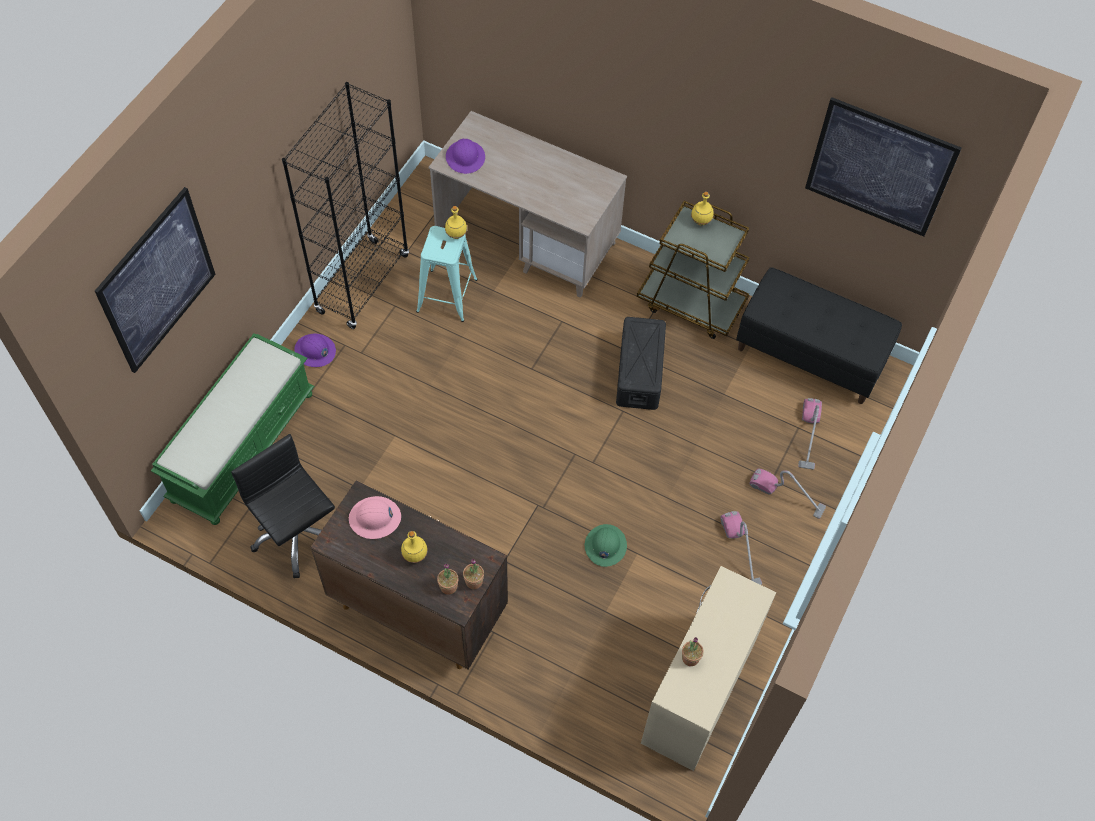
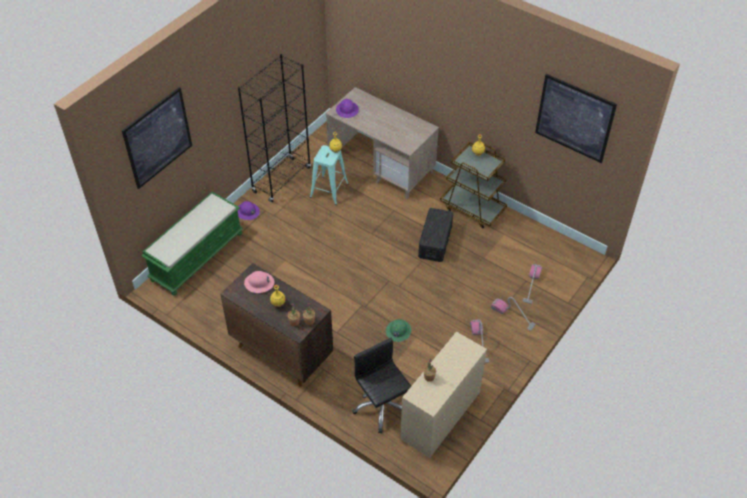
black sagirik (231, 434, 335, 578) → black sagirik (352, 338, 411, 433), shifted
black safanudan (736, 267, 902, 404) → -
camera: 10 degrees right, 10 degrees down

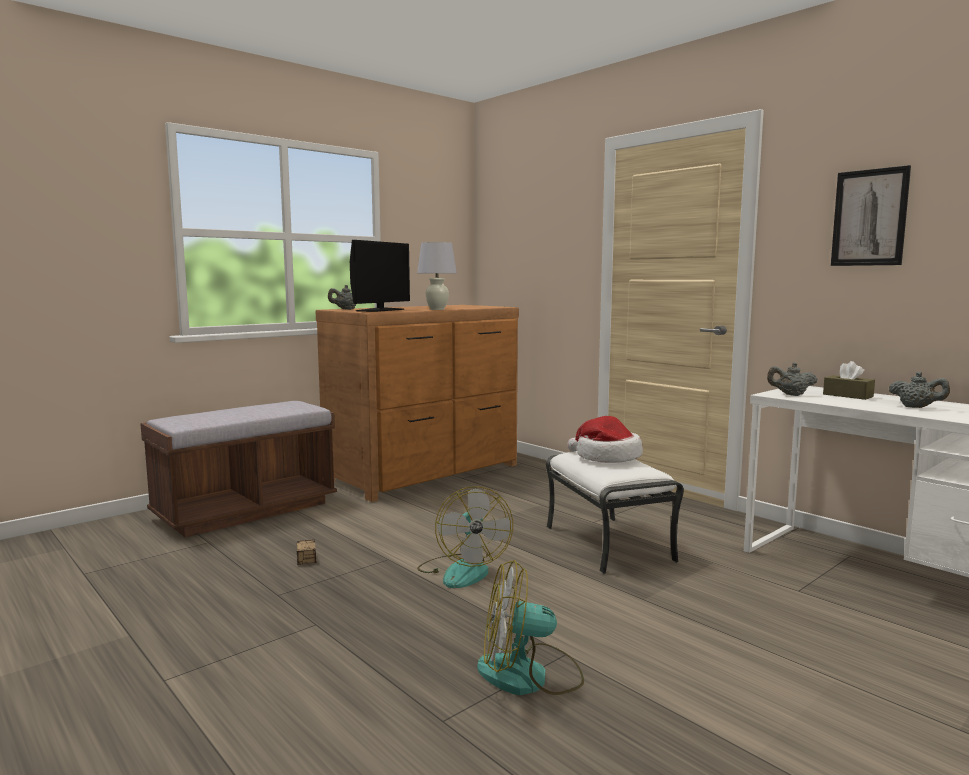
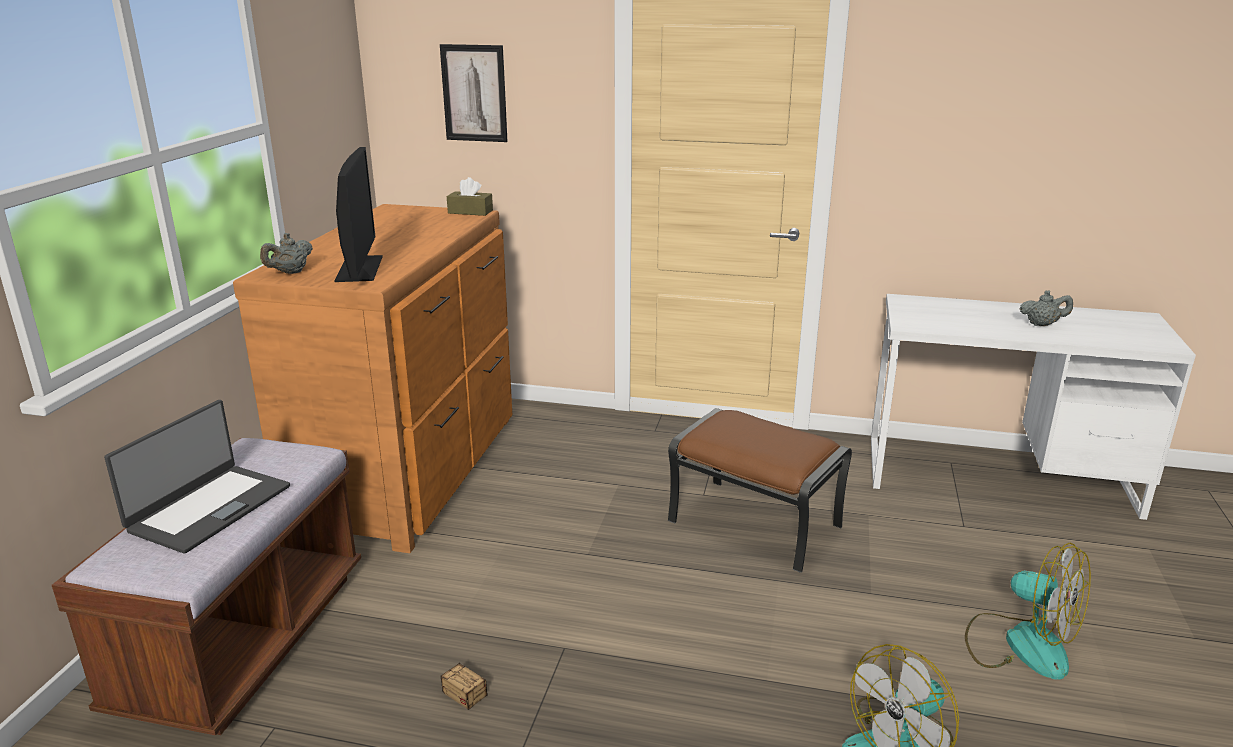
- → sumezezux (104, 400, 290, 554)
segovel (831, 165, 911, 266) → segovel (440, 44, 508, 142), shifted
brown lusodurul (823, 361, 875, 400) → brown lusodurul (447, 177, 493, 216), shifted
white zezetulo (546, 451, 684, 574) → brown zezetulo (668, 408, 852, 573)
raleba (417, 486, 513, 588) → raleba (965, 543, 1091, 680), shifted
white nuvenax (417, 242, 457, 310) → -
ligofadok (568, 416, 643, 463) → -
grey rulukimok (767, 363, 817, 396) → -
camera: 35 degrees left, 15 degrees up

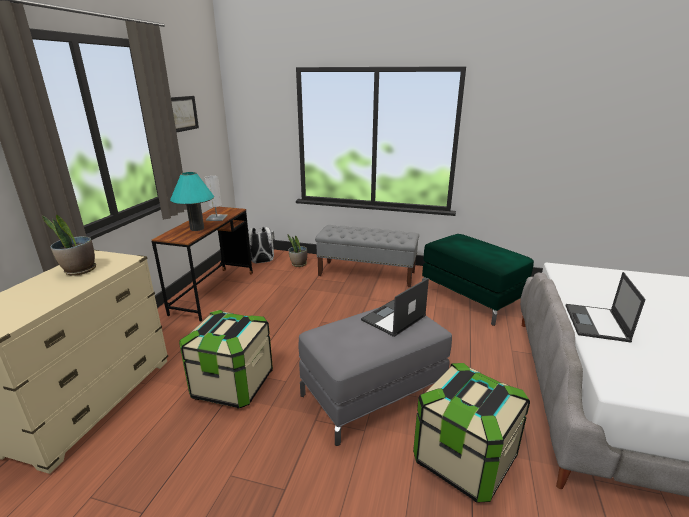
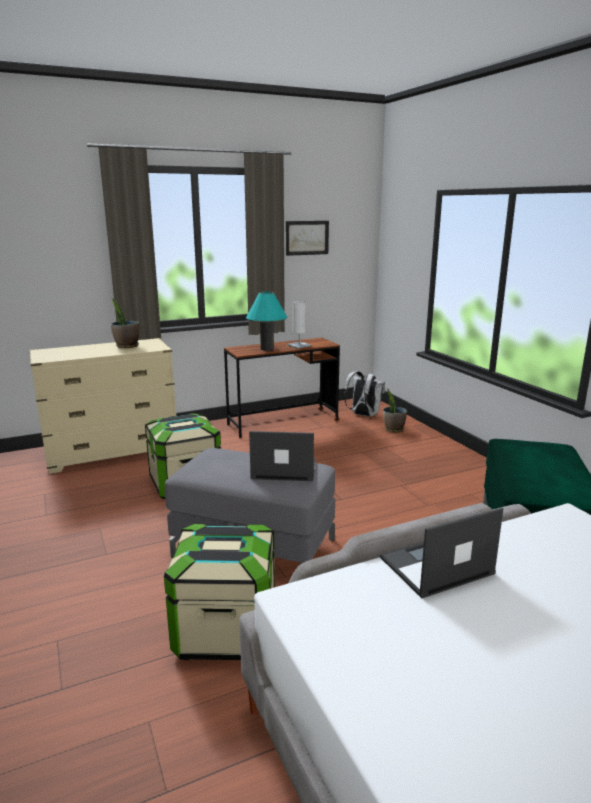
grey safanudan (315, 225, 419, 287) → -
camera: 50 degrees right, 5 degrees down

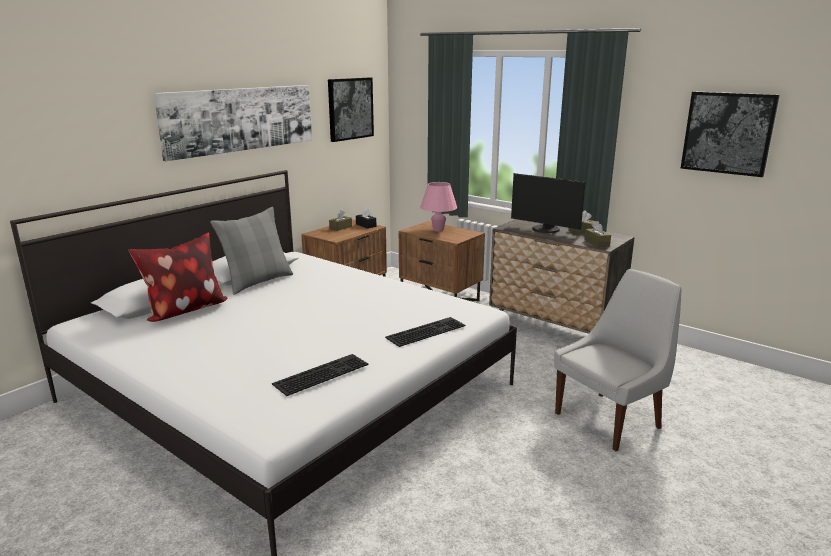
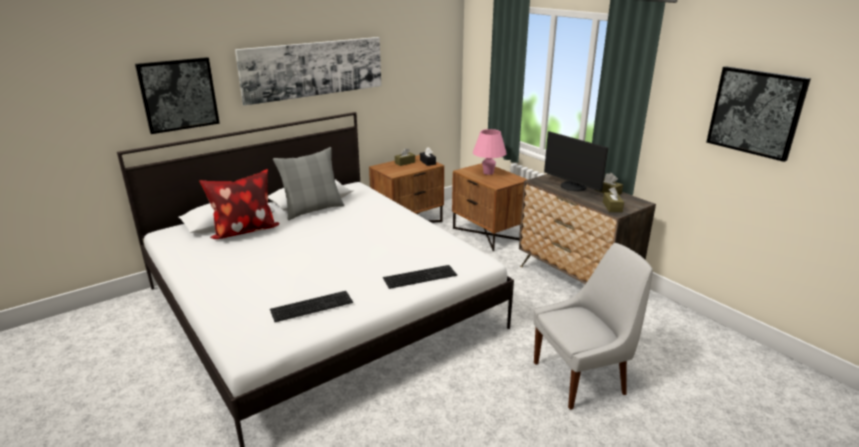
segovel (328, 78, 374, 142) → segovel (135, 57, 220, 134), shifted
camera: 15 degrees right, 5 degrees up

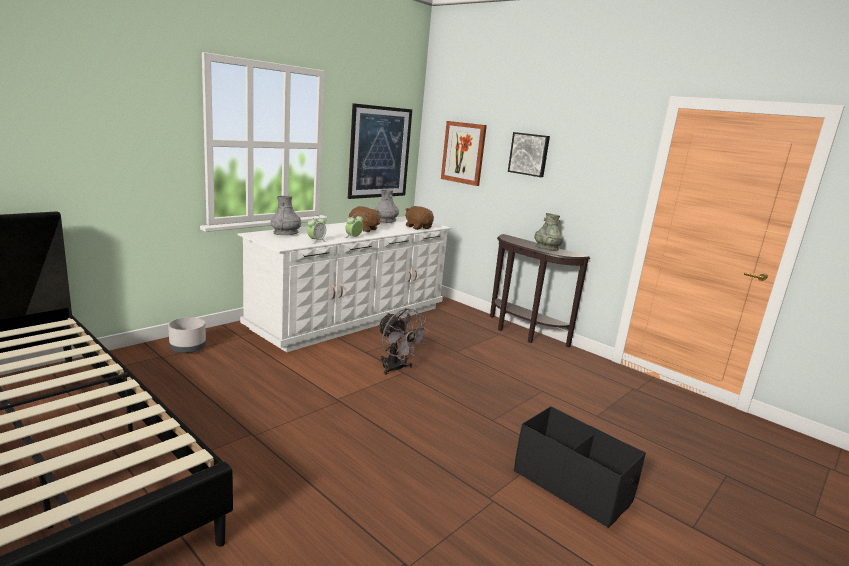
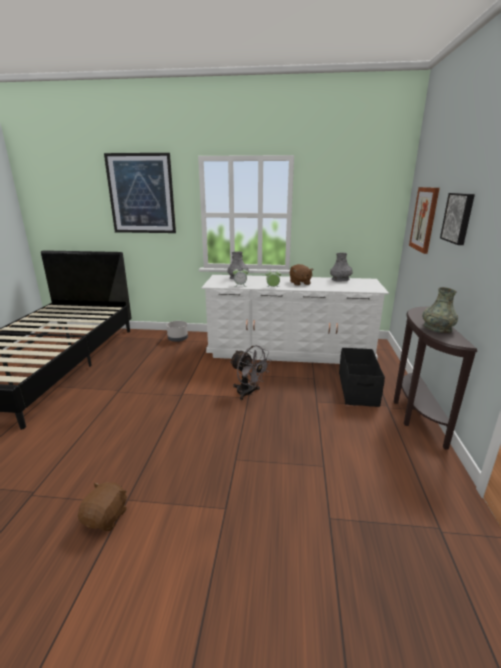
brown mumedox (405, 206, 434, 230) → brown mumedox (78, 482, 127, 531), shifted
segovel (348, 103, 412, 199) → segovel (104, 153, 176, 233), shifted
grey raleba (378, 308, 429, 375) → grey raleba (230, 345, 272, 400), 60 degrees counterclockwise
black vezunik (514, 406, 646, 528) → black vezunik (339, 348, 385, 407), shifted
camera: 55 degrees right, 5 degrees up

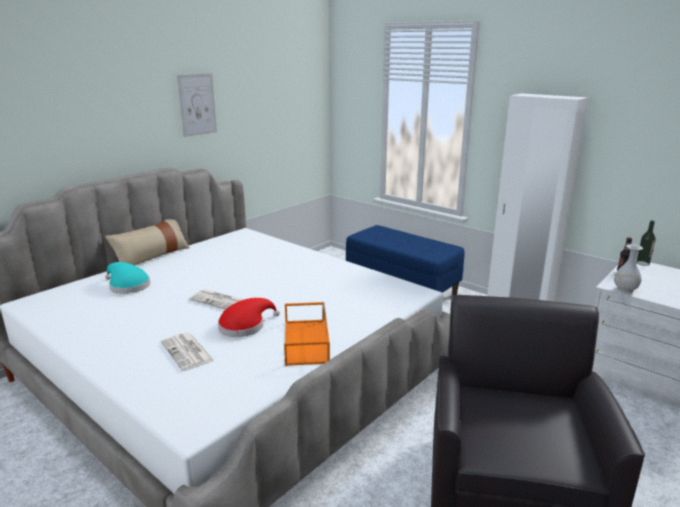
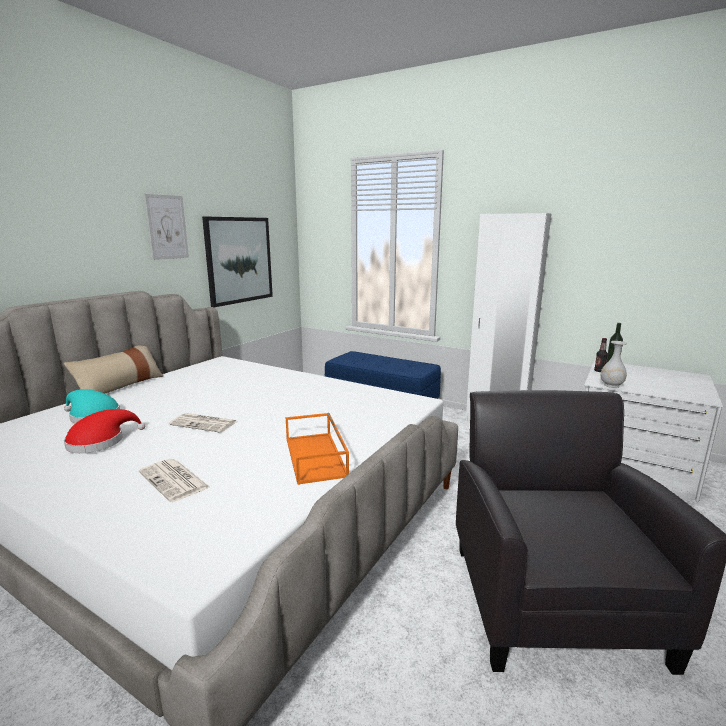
red ligofadok (218, 298, 280, 337) → red ligofadok (64, 409, 145, 453), shifted
- → segovel (202, 216, 273, 307)
camera: 10 degrees left, 5 degrees down

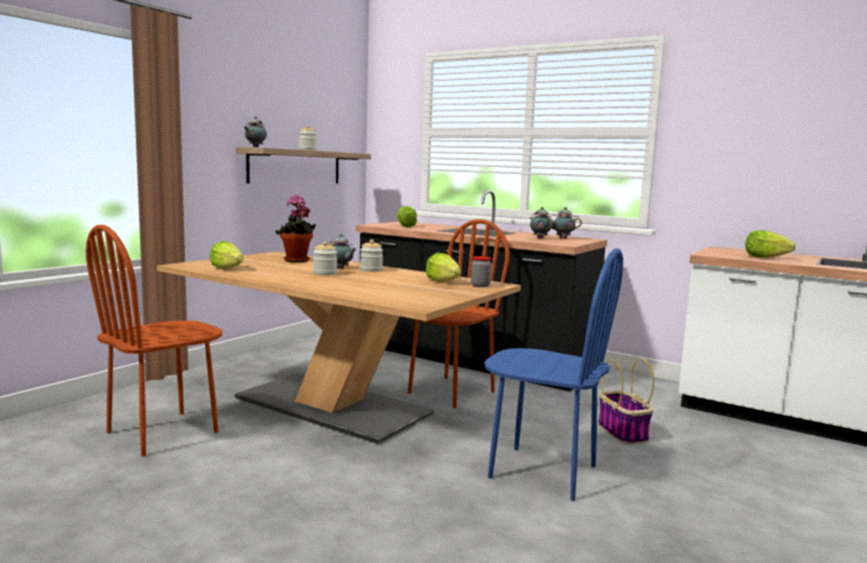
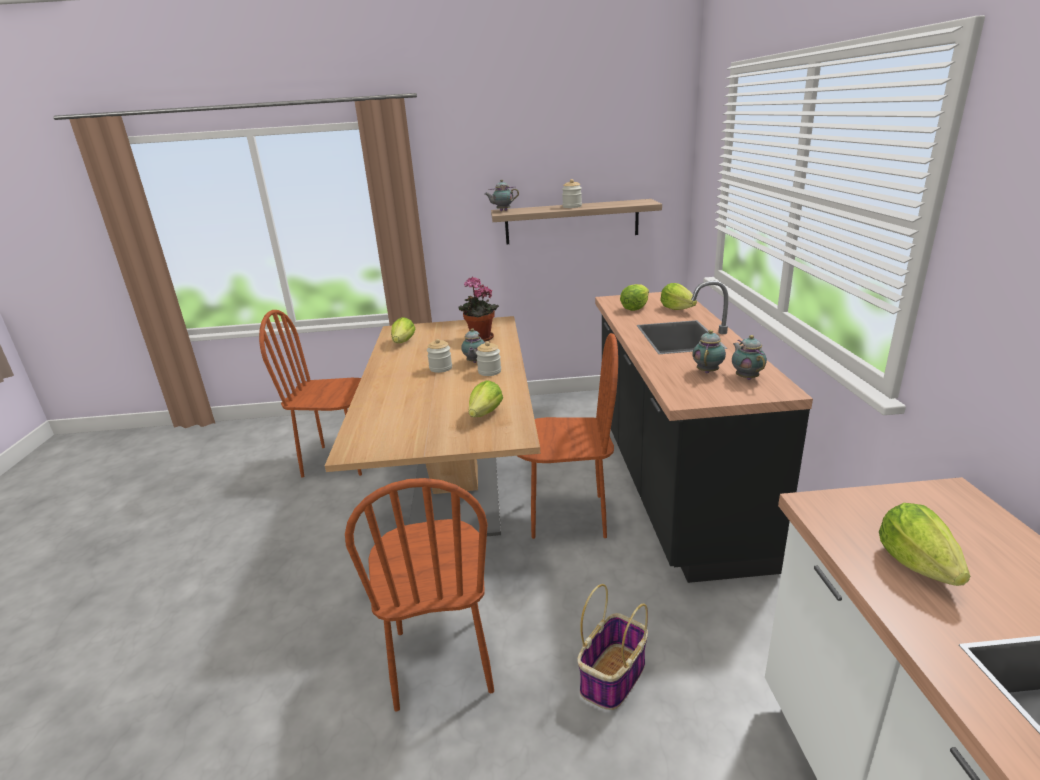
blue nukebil (484, 248, 623, 501) → brown nukebil (345, 478, 494, 711)
- → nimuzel (660, 283, 697, 310)
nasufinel (471, 256, 492, 287) → -
camera: 55 degrees right, 15 degrees up

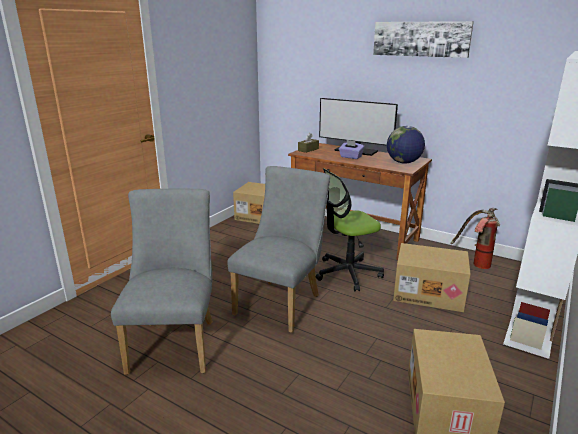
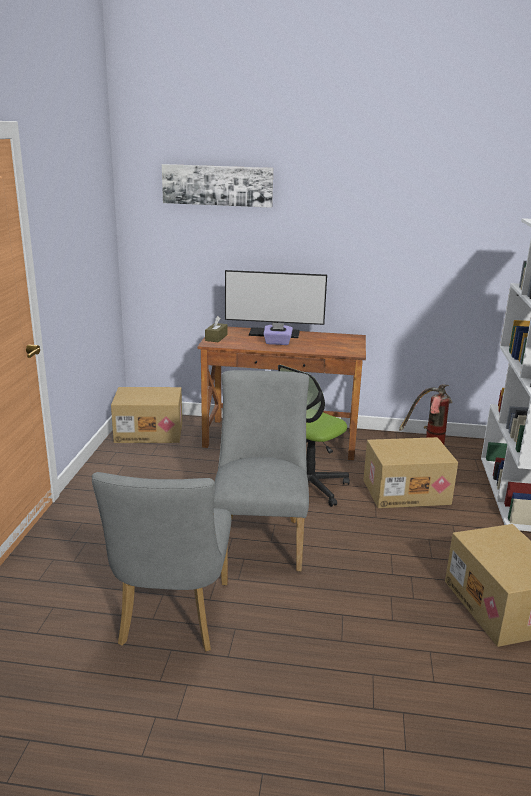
grey nukebil (111, 189, 213, 375) → grey nukebil (92, 472, 231, 651), 150 degrees counterclockwise
segovel (373, 21, 474, 58) → segovel (162, 164, 273, 208), shifted
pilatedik (387, 126, 425, 164) → -
camera: 25 degrees left, 0 degrees up

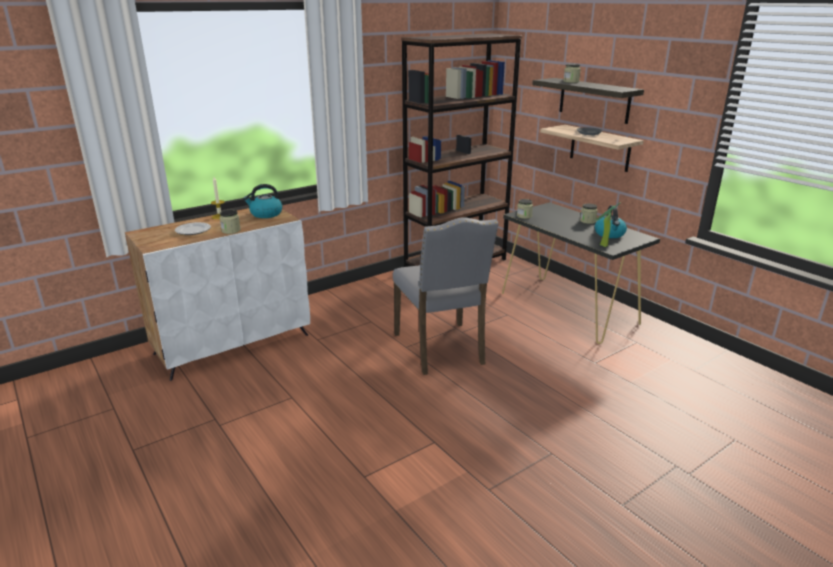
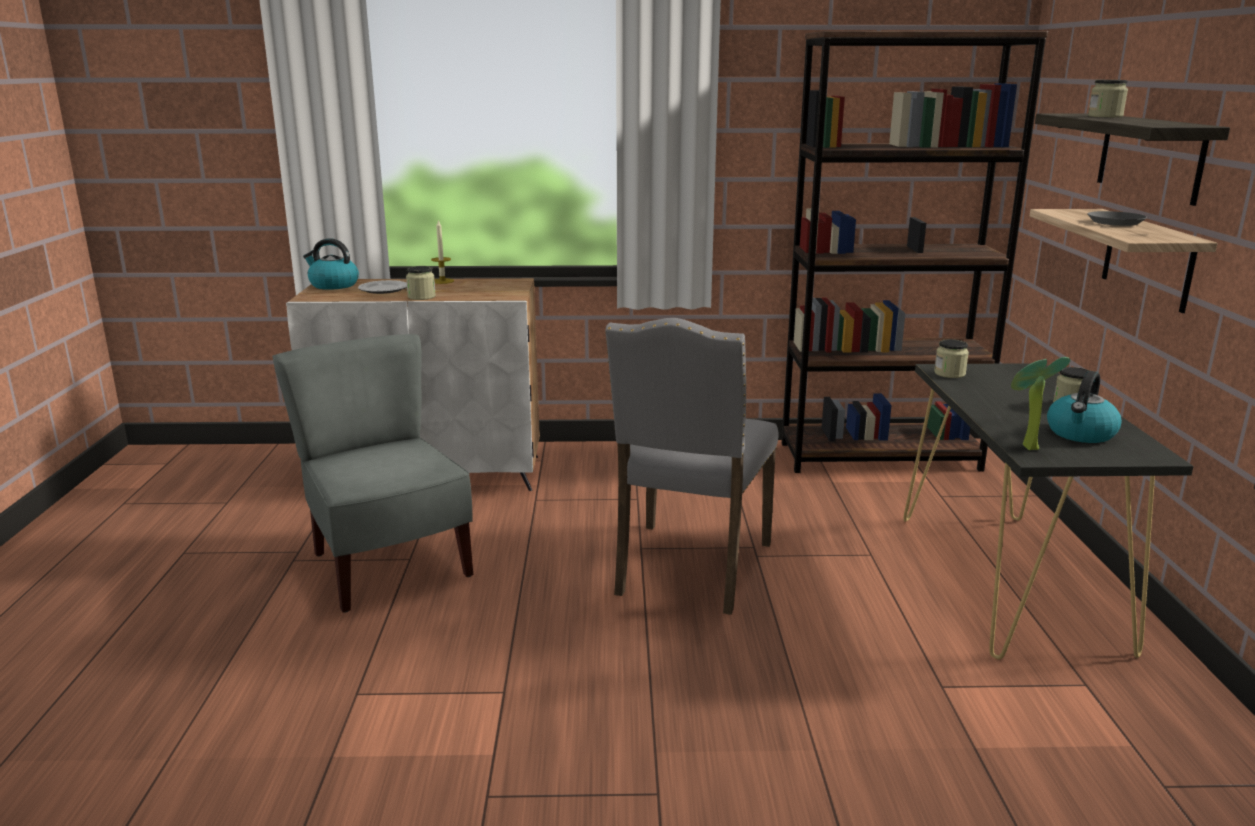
- → grey nukebil (272, 334, 473, 613)
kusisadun (243, 184, 282, 218) → kusisadun (303, 238, 359, 290), shifted
camera: 35 degrees right, 5 degrees down

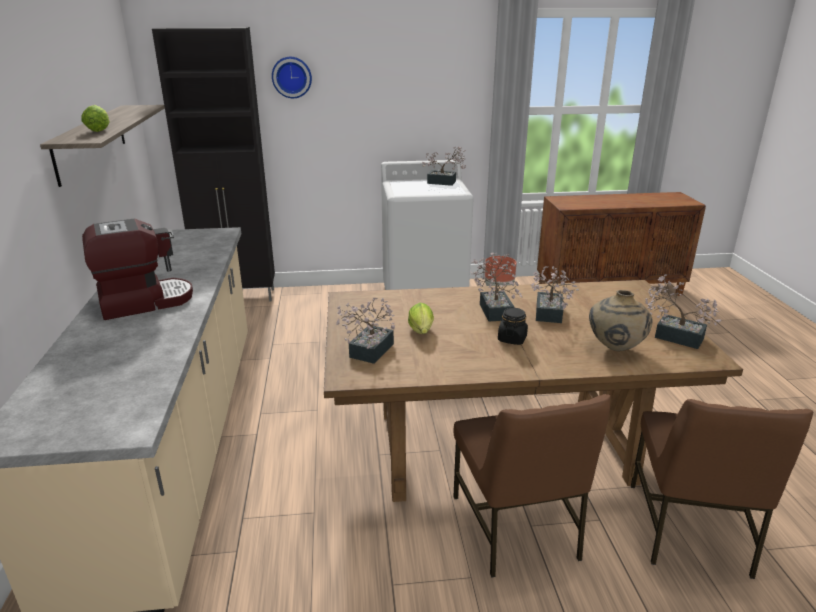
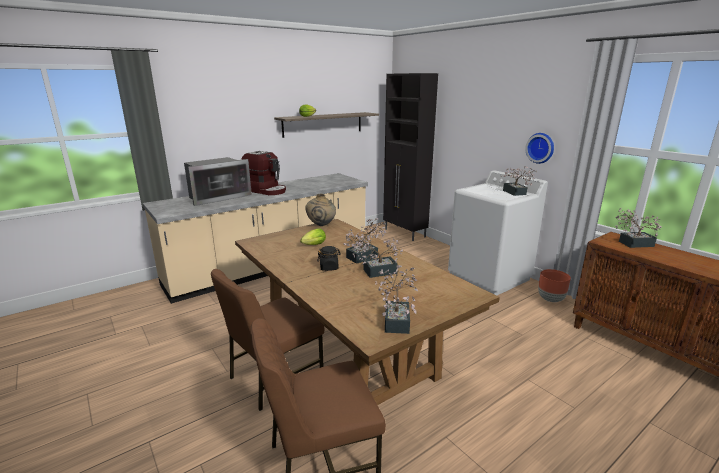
- → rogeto (184, 157, 252, 206)
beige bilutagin (589, 290, 652, 351) → beige bilutagin (305, 194, 336, 226), shifted
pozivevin (272, 57, 312, 98) → pozivevin (525, 133, 554, 164), shifted
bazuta (336, 298, 395, 364) → bazuta (615, 208, 662, 248), shifted
camera: 60 degrees right, 5 degrees down

